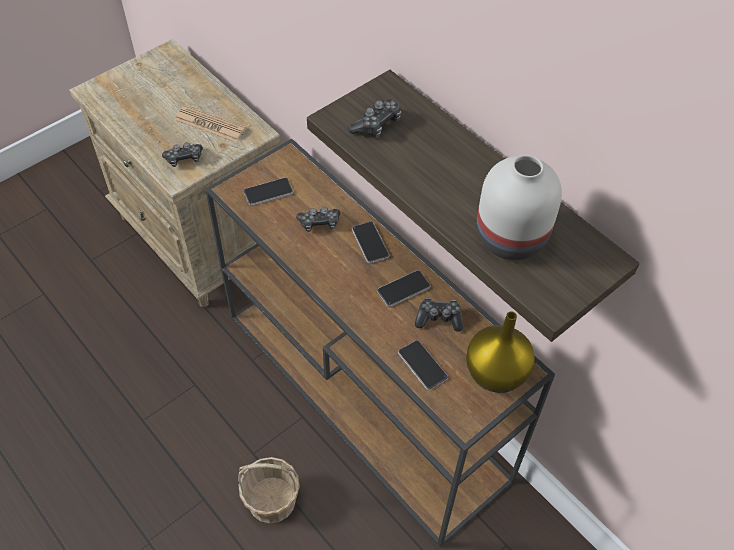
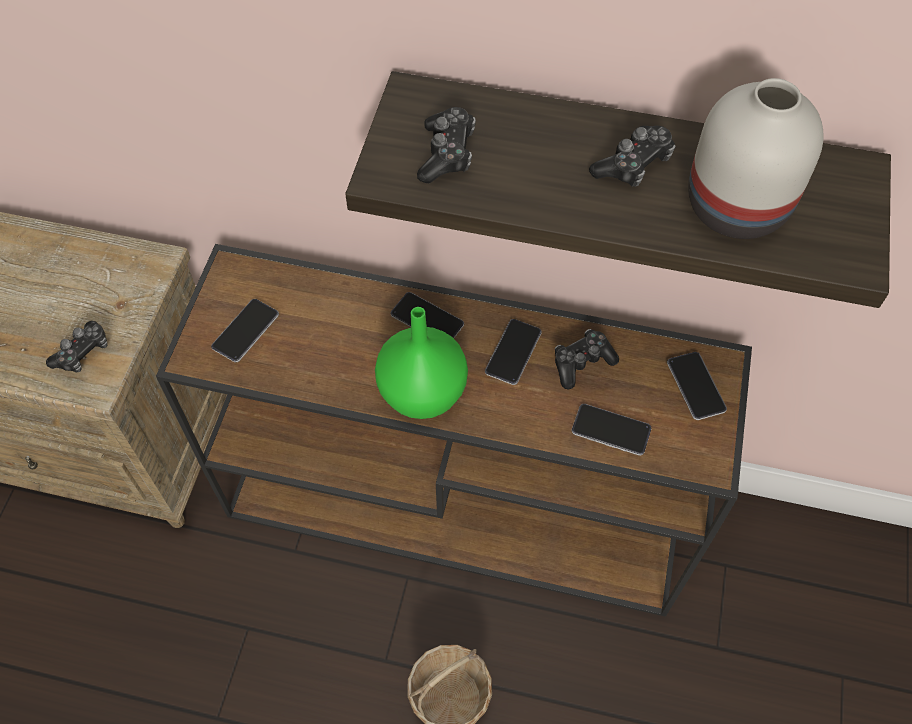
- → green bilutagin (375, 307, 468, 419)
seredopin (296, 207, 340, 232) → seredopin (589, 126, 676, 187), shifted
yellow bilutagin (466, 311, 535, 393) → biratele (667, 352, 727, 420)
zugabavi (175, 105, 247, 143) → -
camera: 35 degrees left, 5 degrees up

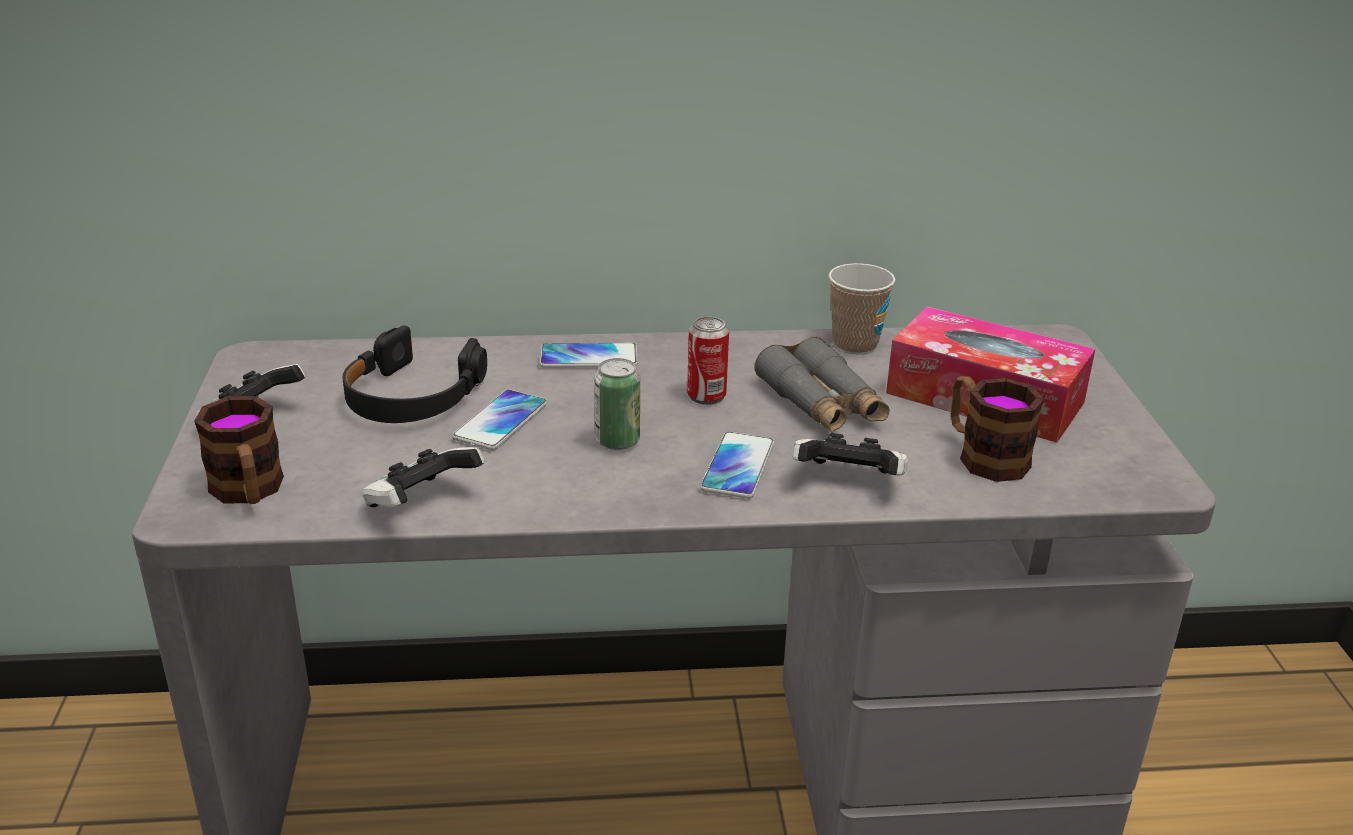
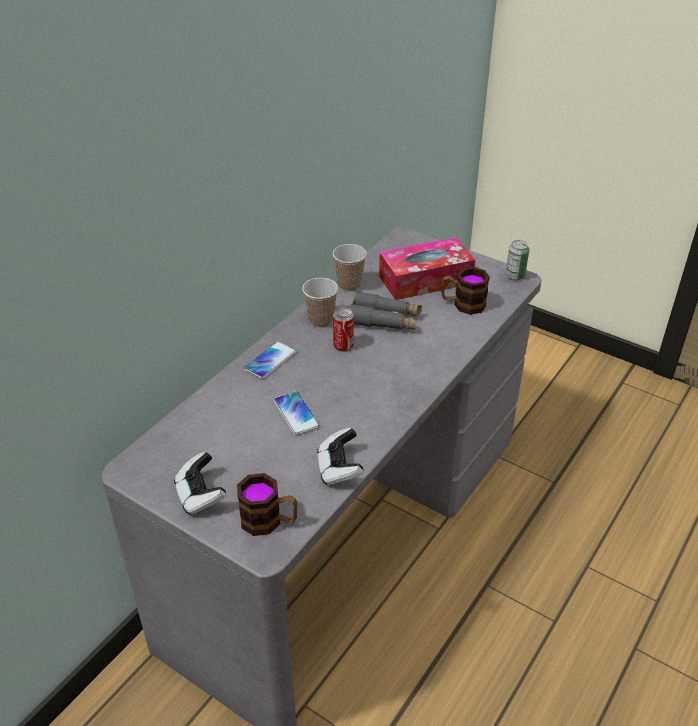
- → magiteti (302, 278, 338, 328)
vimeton (595, 358, 640, 450) → vimeton (506, 240, 529, 280), shifted
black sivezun (342, 325, 487, 423) → -
biratele (700, 432, 774, 498) → -
seredopin (792, 433, 908, 476) → -
camera: 50 degrees left, 10 degrees up

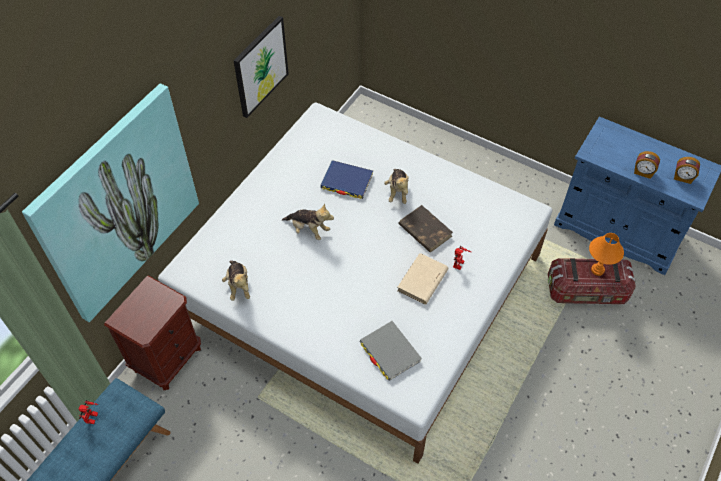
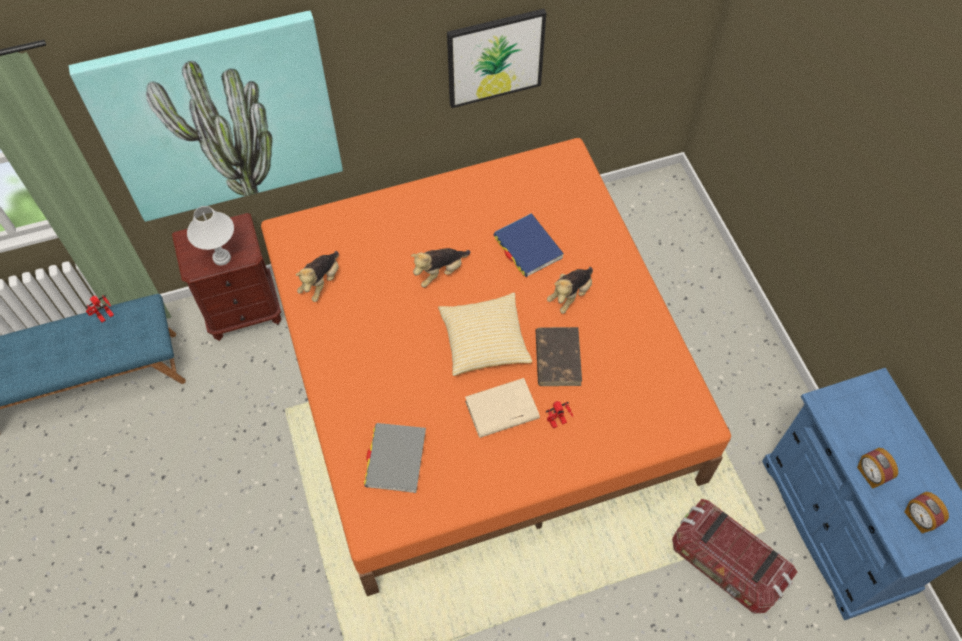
- → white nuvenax (187, 206, 234, 266)
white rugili (158, 102, 552, 464) → orange rugili (261, 138, 731, 596)
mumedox (282, 203, 334, 240) → mumedox (411, 248, 470, 287), 75 degrees clockwise
- → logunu (438, 293, 532, 376)
orange nuvenax (589, 233, 624, 276) → -
camera: 40 degrees right, 5 degrees up

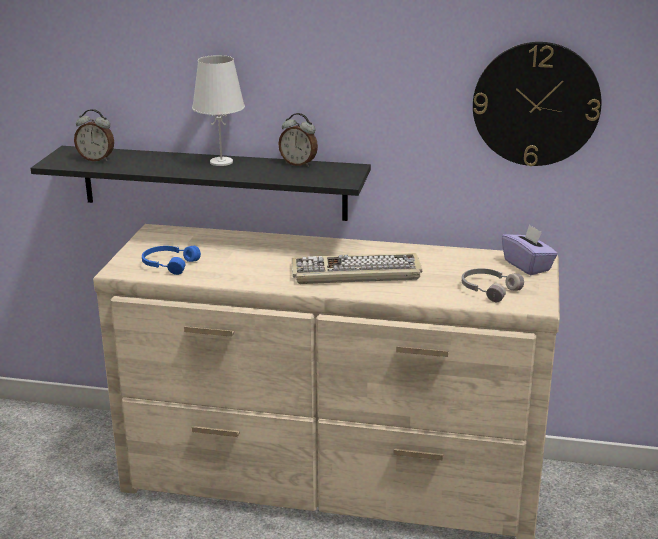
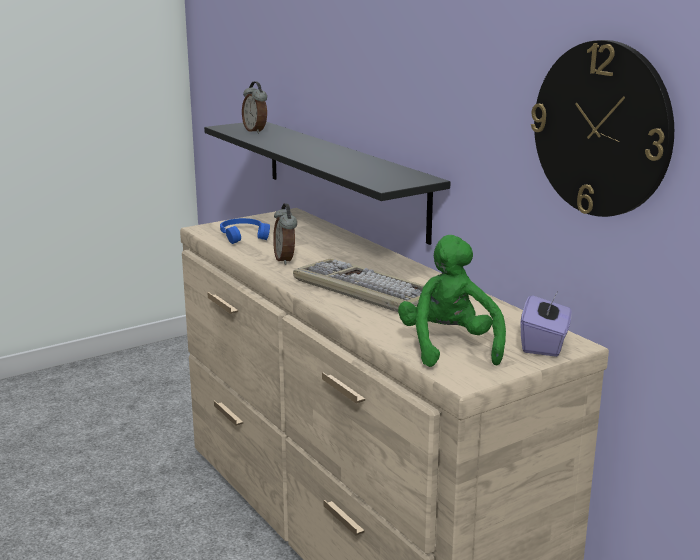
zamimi (278, 113, 318, 167) → zamimi (273, 204, 297, 265), shifted
grey sivezun (462, 268, 524, 302) → green mumedox (398, 235, 506, 367)
white nuvenax (192, 55, 245, 166) → -
camera: 45 degrees right, 5 degrees down

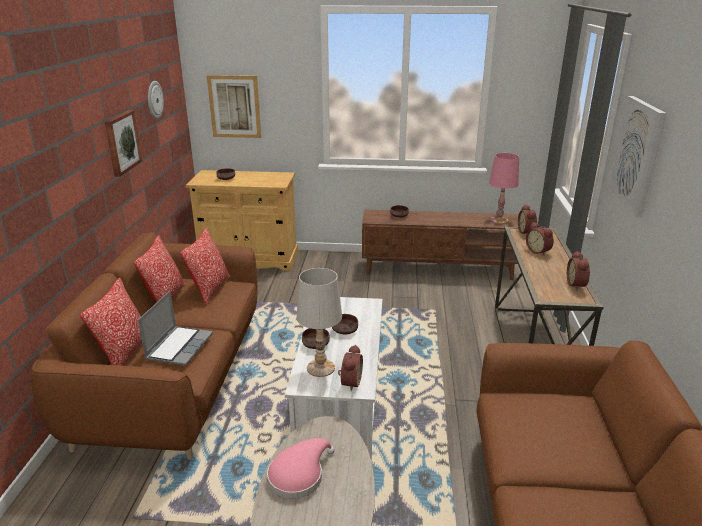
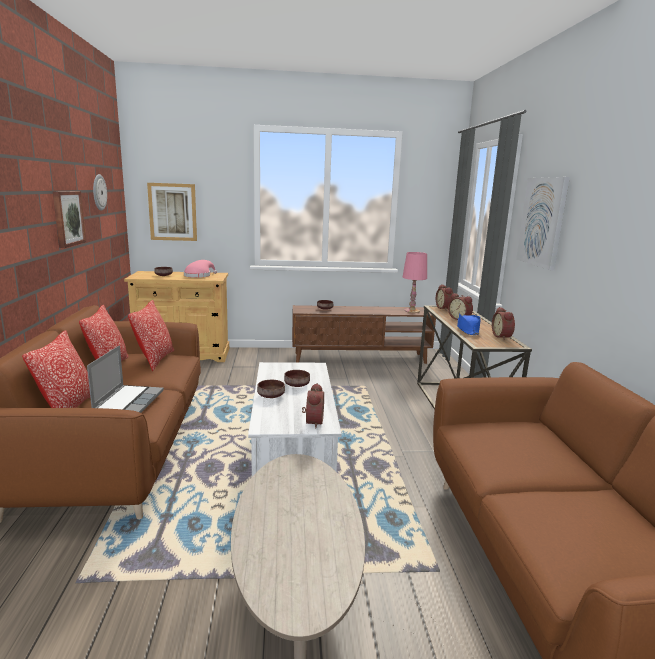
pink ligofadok (267, 438, 335, 499) → pink ligofadok (184, 260, 217, 278), shifted
- → blue ligofadok (457, 313, 481, 335)
white nuvenax (297, 268, 342, 377) → -
camera: 10 degrees left, 10 degrees down

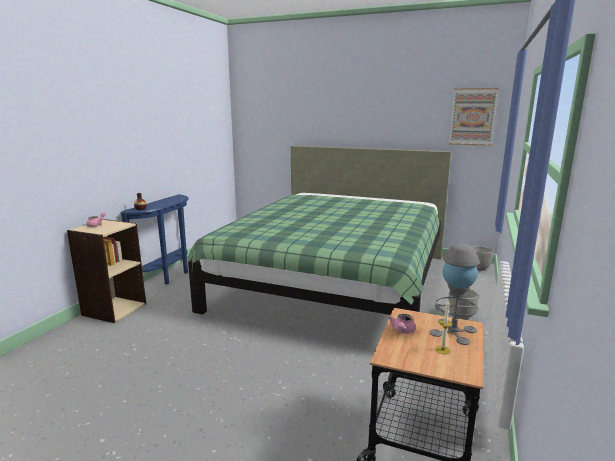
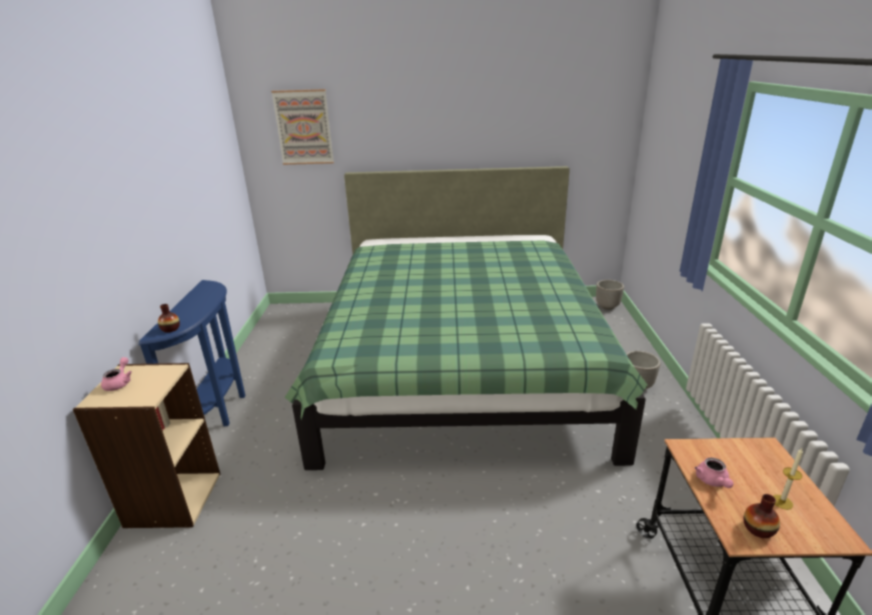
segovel (449, 88, 499, 146) → segovel (271, 89, 334, 165), shifted
- → bilutagin (744, 494, 780, 538)
grey nuvenax (430, 243, 480, 345) → -
camera: 20 degrees left, 10 degrees up

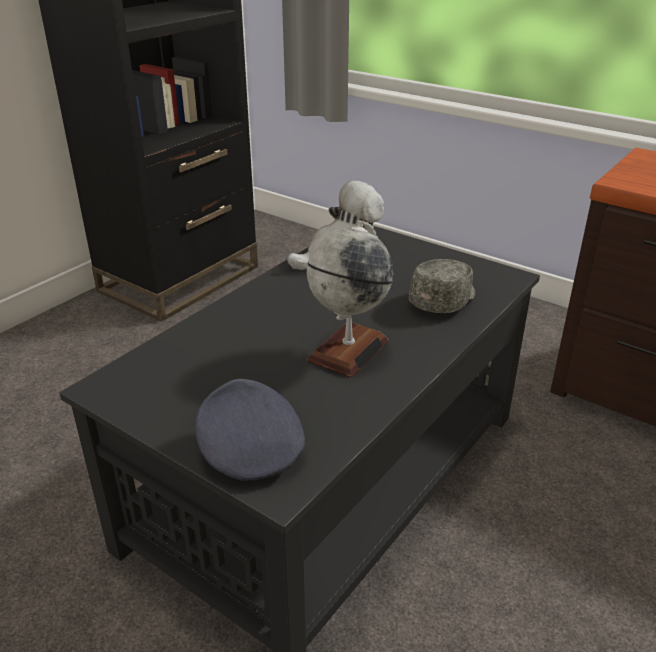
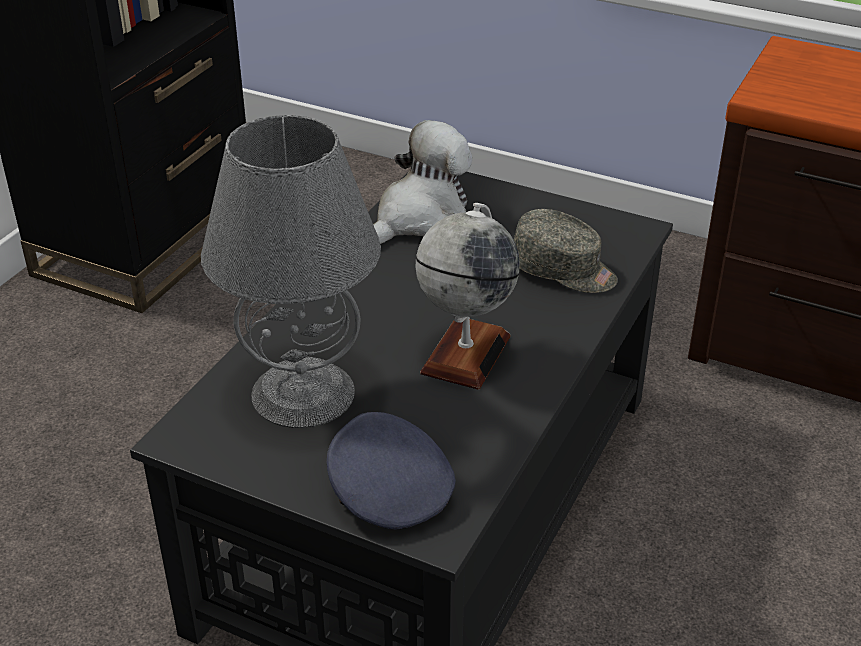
- → grey nuvenax (201, 115, 381, 428)
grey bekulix (409, 259, 475, 313) → grey bekulix (514, 209, 618, 293), 90 degrees clockwise
camera: 10 degrees left, 5 degrees up

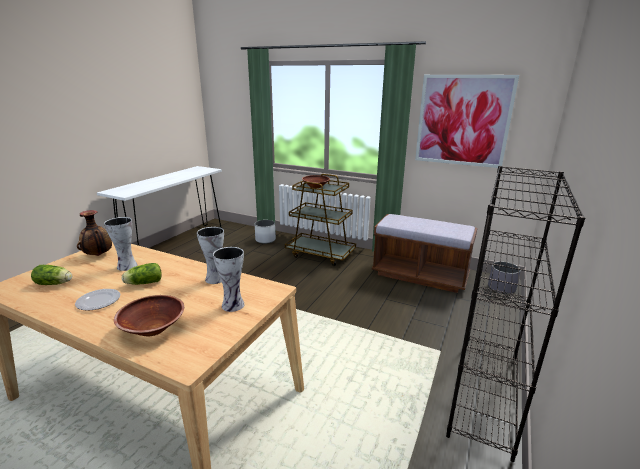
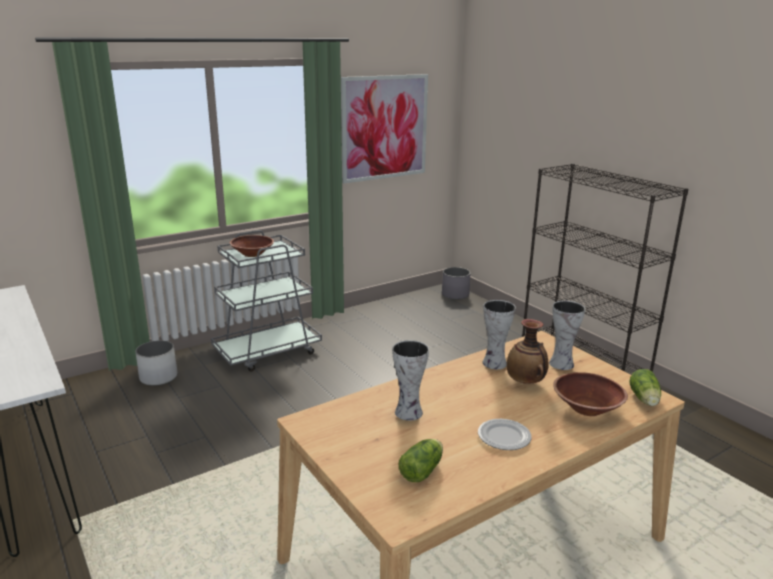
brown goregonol (285, 174, 356, 266) → grey goregonol (211, 230, 322, 371)
bilutagin (77, 210, 112, 256) → bilutagin (506, 319, 549, 384), shifted
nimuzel (122, 263, 162, 285) → nimuzel (629, 369, 661, 406), shifted
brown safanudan (372, 214, 477, 293) → -
camera: 60 degrees left, 0 degrees up

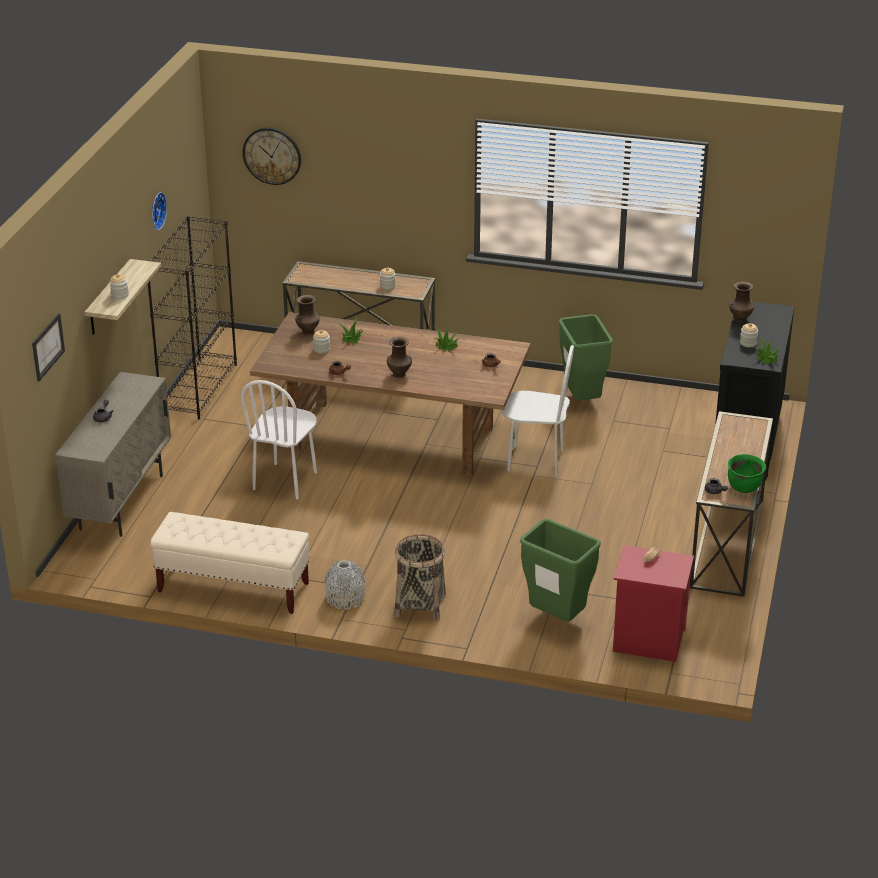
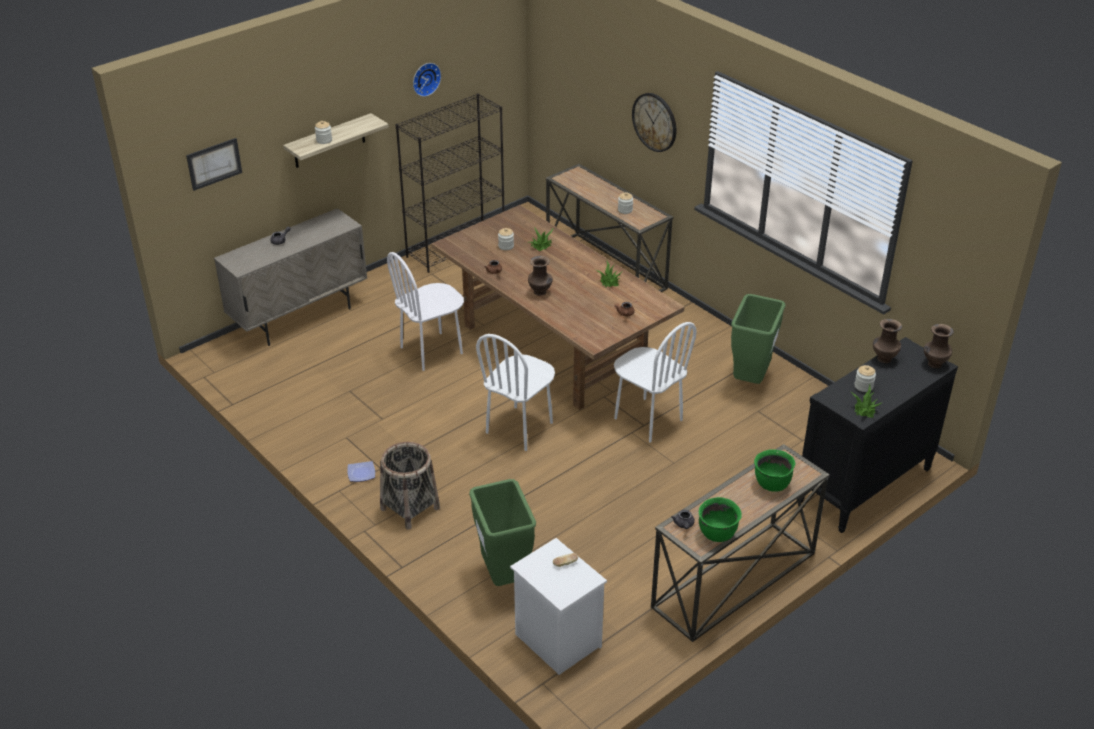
grey bilutagin (324, 560, 365, 610) → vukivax (347, 461, 375, 482)
- → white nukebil (476, 334, 555, 451)
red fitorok (613, 545, 694, 662) → white fitorok (510, 538, 607, 675)
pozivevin (243, 127, 301, 185) → pozivevin (632, 93, 676, 152), shifted
- → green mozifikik (754, 449, 795, 492)
brown bilutagin (295, 295, 320, 335) → brown bilutagin (924, 324, 954, 368), shifted
beige safanudan (150, 512, 310, 614) → -
camera: 35 degrees right, 5 degrees up

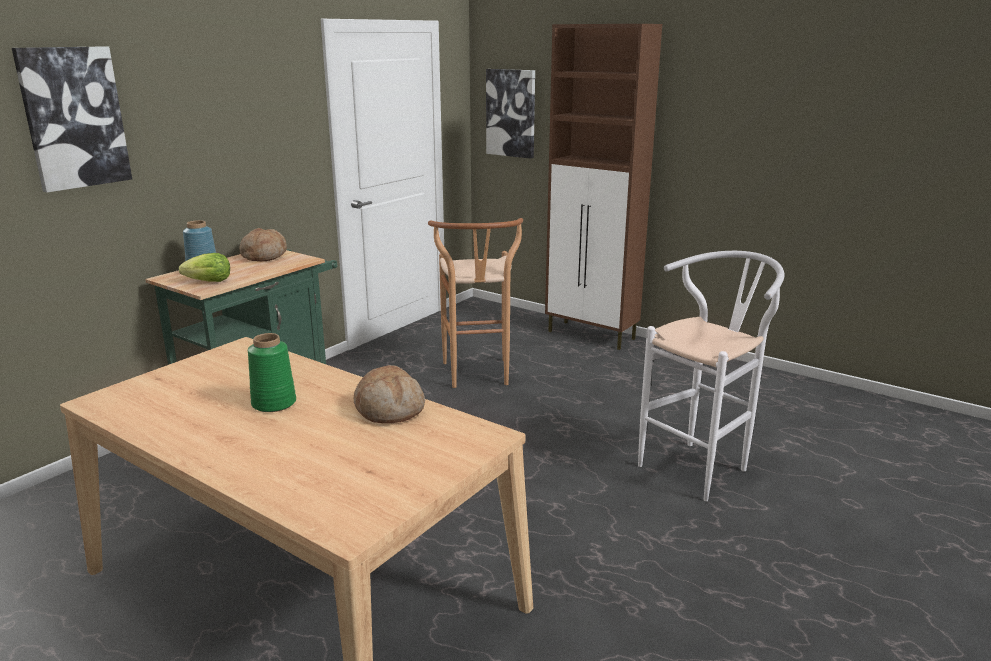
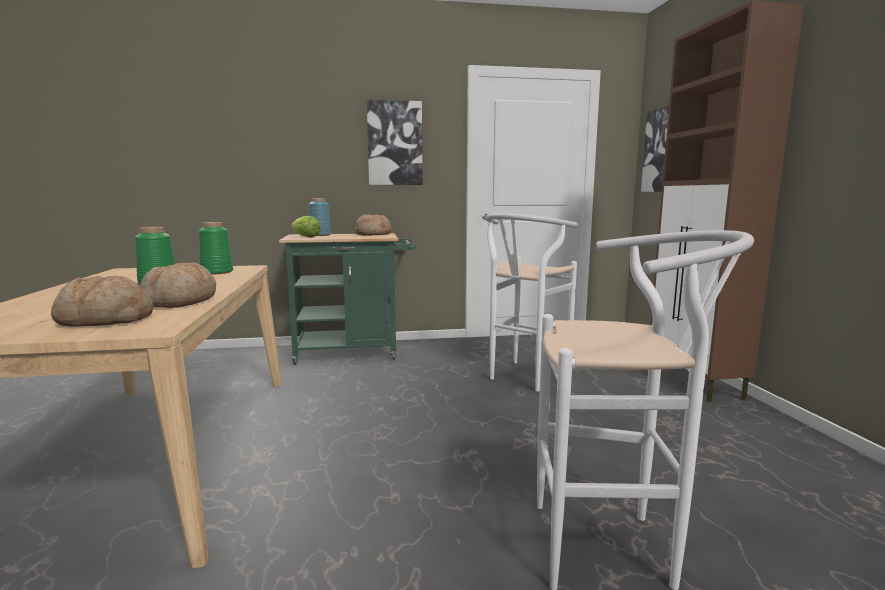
- → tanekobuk (51, 276, 154, 327)
- → green bilutagin (199, 222, 233, 275)
segovel (12, 46, 132, 193) → segovel (367, 99, 423, 185), shifted
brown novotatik (428, 218, 523, 388) → white novotatik (486, 213, 578, 392)
camera: 45 degrees right, 10 degrees down

